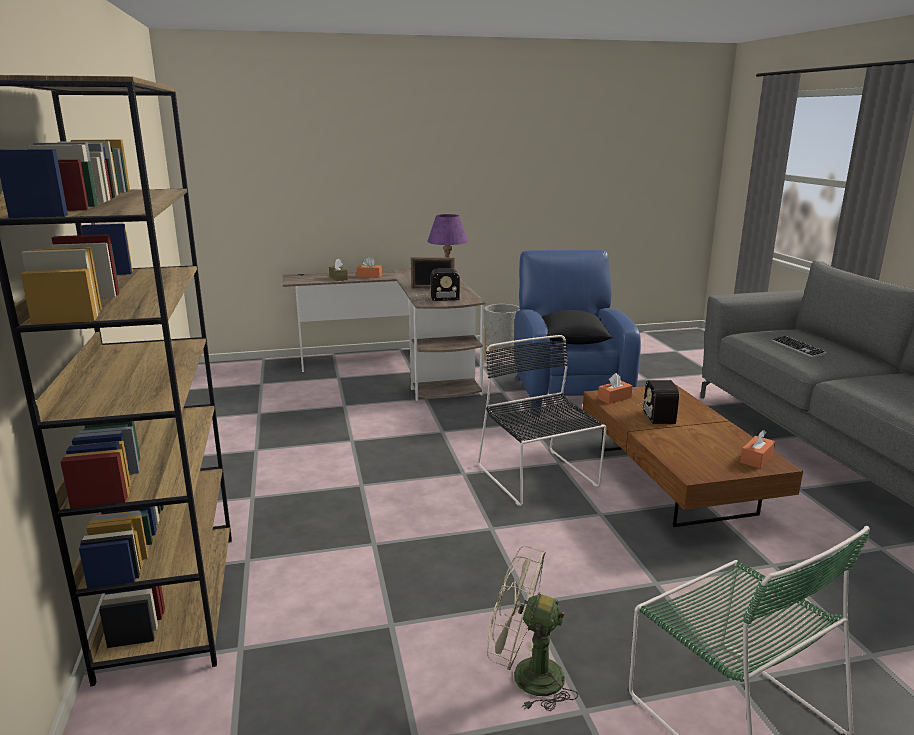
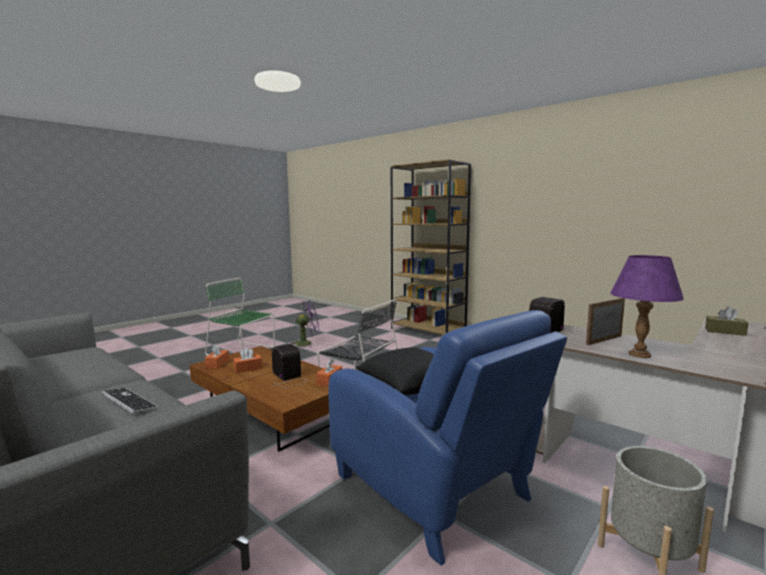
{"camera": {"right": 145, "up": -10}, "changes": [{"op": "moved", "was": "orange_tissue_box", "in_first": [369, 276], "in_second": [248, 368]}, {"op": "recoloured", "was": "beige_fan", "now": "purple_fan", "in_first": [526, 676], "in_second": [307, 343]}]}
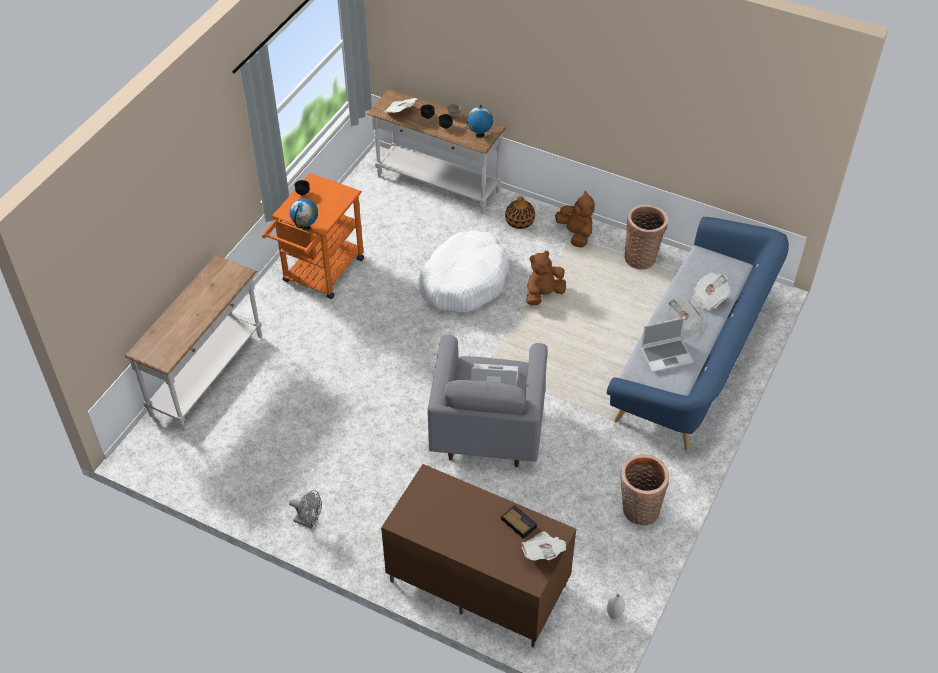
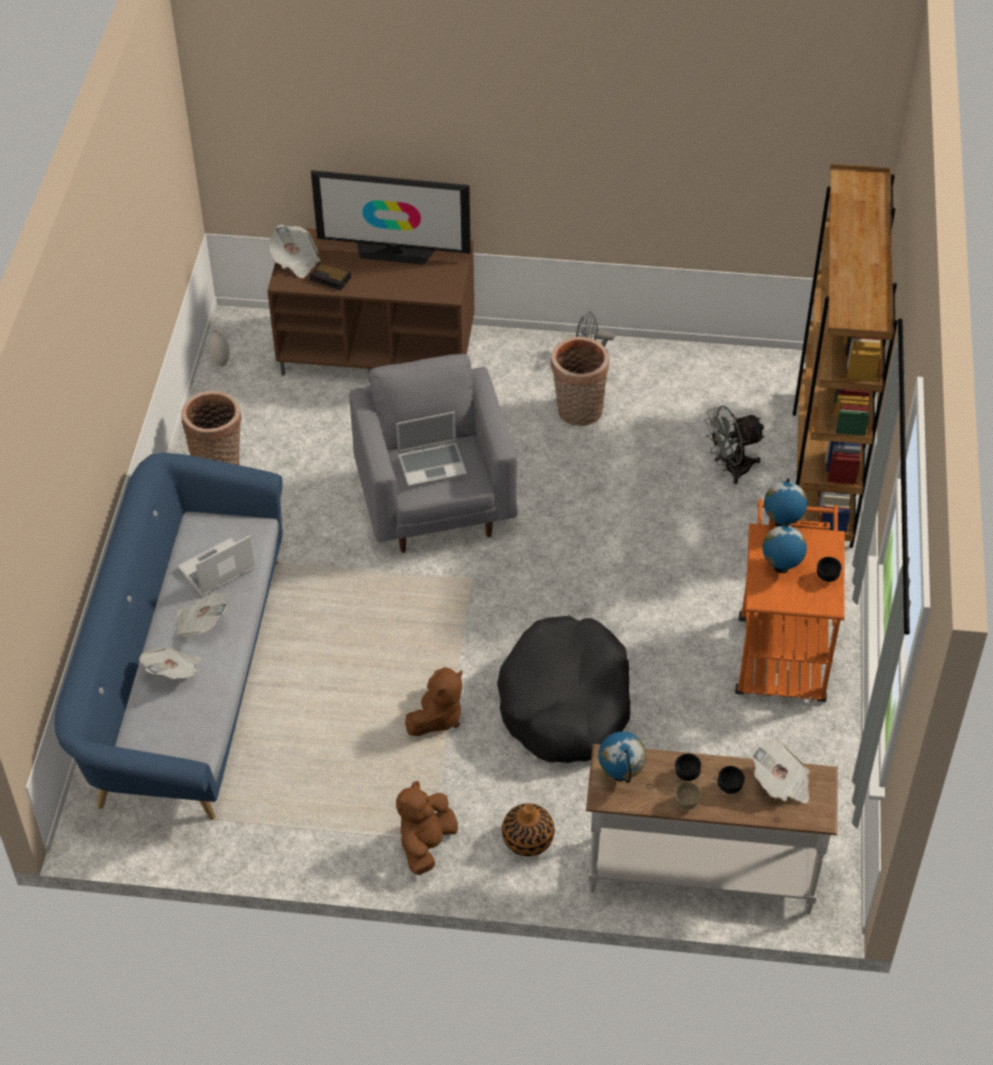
{"camera": {"right": 160, "up": 0}, "changes": [{"op": "added", "now": "television", "in_second": [394, 252]}, {"op": "turned", "was": "brown_plush_toy", "in_first": [576, 234], "in_second": [426, 844], "clockwise": 75}, {"op": "recoloured", "was": "white_dog_bed", "now": "black_dog_bed", "in_first": [464, 281], "in_second": [566, 703]}, {"op": "moved", "was": "basket", "in_first": [641, 257], "in_second": [578, 413]}, {"op": "added", "now": "grey_fan", "in_second": [730, 469]}, {"op": "added", "now": "globe", "in_second": [781, 568]}, {"op": "replaced", "was": "white_console_table", "now": "brown_bookcase", "in_first": [208, 376], "in_second": [822, 470]}]}
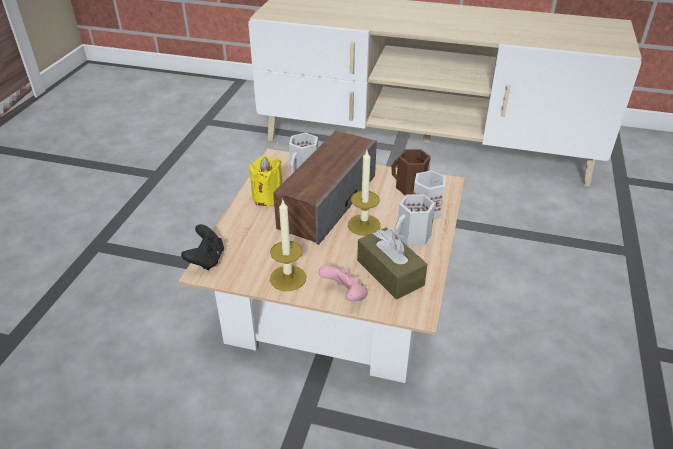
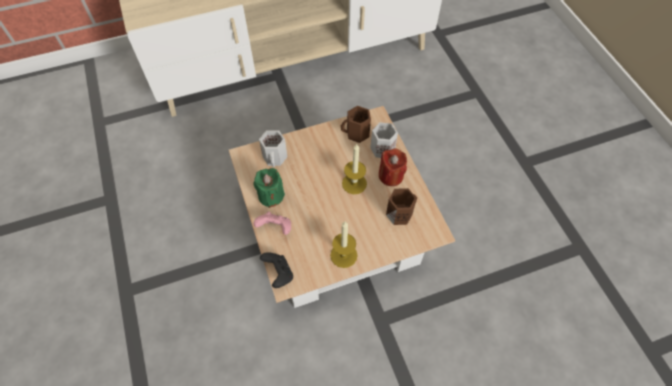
{"camera": {"right": -35, "up": 20}, "changes": [{"op": "recoloured", "was": "yellow_candle", "now": "green_candle", "in_first": [268, 197], "in_second": [271, 196]}, {"op": "moved", "was": "pink_game_controller", "in_first": [345, 295], "in_second": [275, 228]}, {"op": "replaced", "was": "white_mug", "now": "red_candle", "in_first": [413, 237], "in_second": [391, 176]}, {"op": "replaced", "was": "brown_tissue_box", "now": "brown_mug", "in_first": [390, 273], "in_second": [399, 213]}, {"op": "removed", "was": "speaker", "in_first": [327, 201]}]}
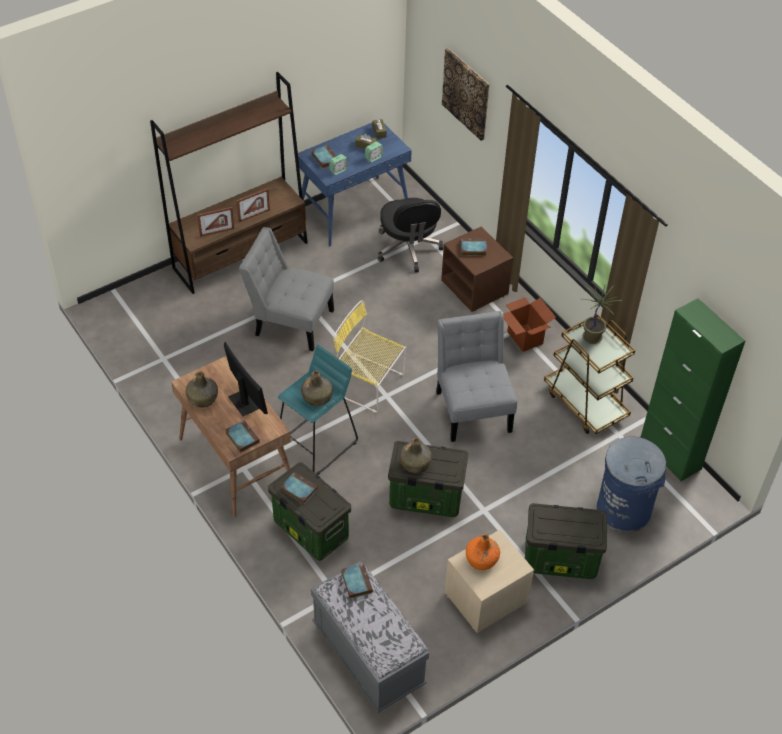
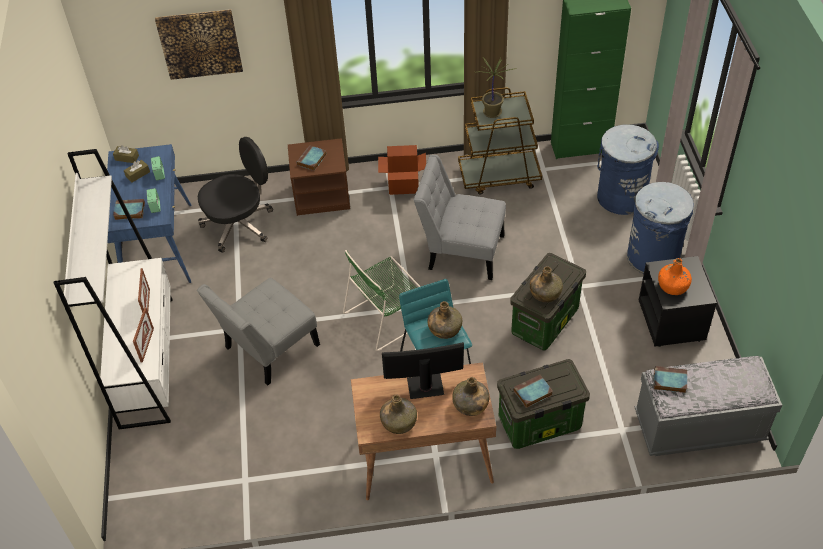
{"camera": {"right": -60, "up": 0}, "changes": [{"op": "recoloured", "was": "brown_bookcase", "now": "white_bookcase", "in_first": [241, 255], "in_second": [147, 360]}, {"op": "turned", "was": "black_office_chair", "in_first": [408, 249], "in_second": [239, 224], "clockwise": -45}, {"op": "recoloured", "was": "yellow_chair", "now": "green_chair", "in_first": [367, 384], "in_second": [387, 316]}, {"op": "replaced", "was": "book", "now": "green_bottle", "in_first": [242, 437], "in_second": [470, 405]}, {"op": "replaced", "was": "storage_box", "now": "blue_trash_can", "in_first": [559, 560], "in_second": [653, 257]}, {"op": "recoloured", "was": "beige_nightstand", "now": "black_nightstand", "in_first": [485, 599], "in_second": [672, 320]}]}
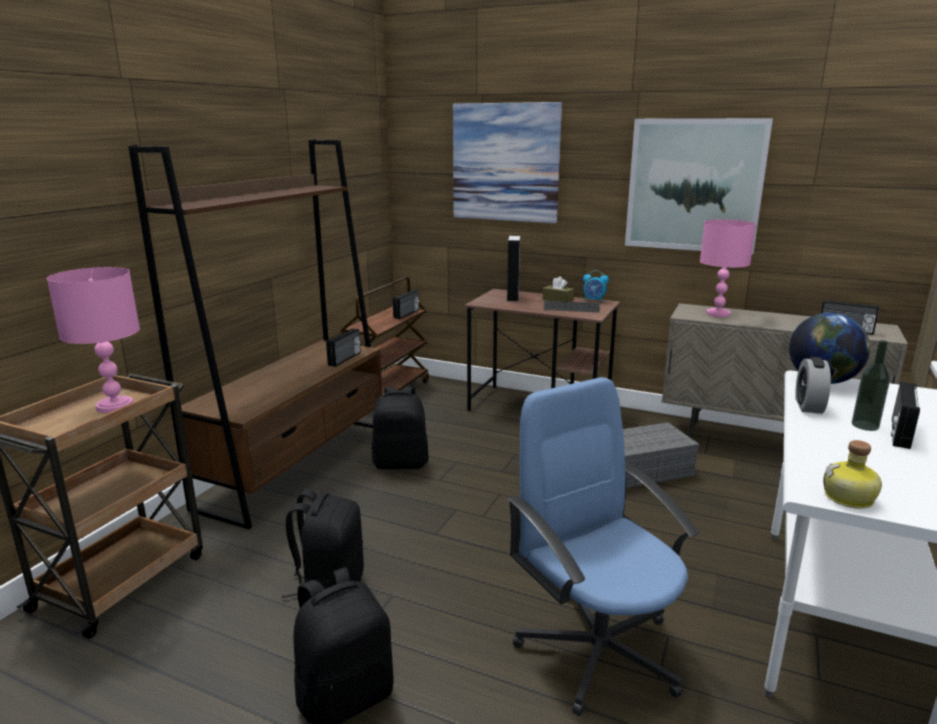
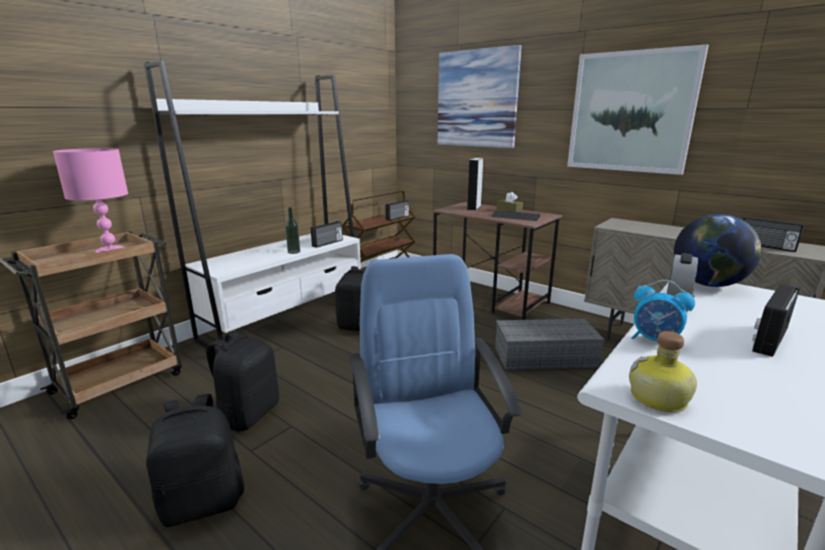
{"camera": {"right": 15, "up": 0}, "changes": [{"op": "recoloured", "was": "brown_bookcase", "now": "white_bookcase", "in_first": [297, 464], "in_second": [286, 319]}, {"op": "moved", "was": "bottle", "in_first": [865, 425], "in_second": [294, 252]}, {"op": "moved", "was": "alarm_clock", "in_first": [594, 300], "in_second": [655, 341]}, {"op": "removed", "was": "pink_table_lamp", "in_first": [718, 314]}]}
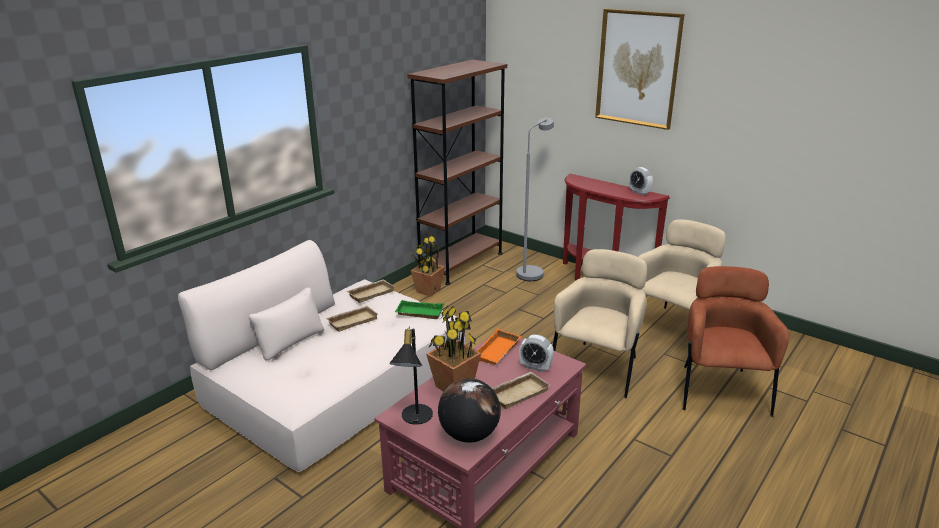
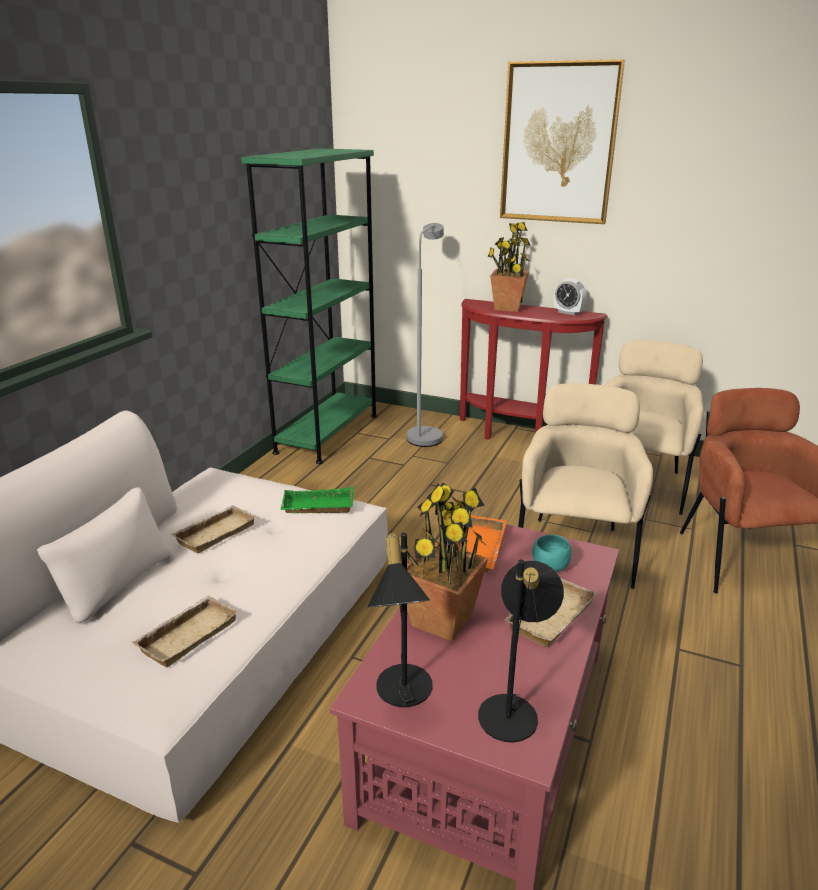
{"camera": {"right": -15, "up": 0}, "changes": [{"op": "moved", "was": "beige_tray", "in_first": [371, 293], "in_second": [188, 634]}, {"op": "recoloured", "was": "brown_bookcase", "now": "green_bookcase", "in_first": [461, 263], "in_second": [327, 433]}, {"op": "replaced", "was": "globe", "now": "black_table_lamp", "in_first": [468, 435], "in_second": [513, 710]}, {"op": "moved", "was": "potted_plant", "in_first": [428, 291], "in_second": [507, 308]}, {"op": "replaced", "was": "alarm_clock", "now": "turquoise_bowl", "in_first": [535, 367], "in_second": [550, 566]}]}
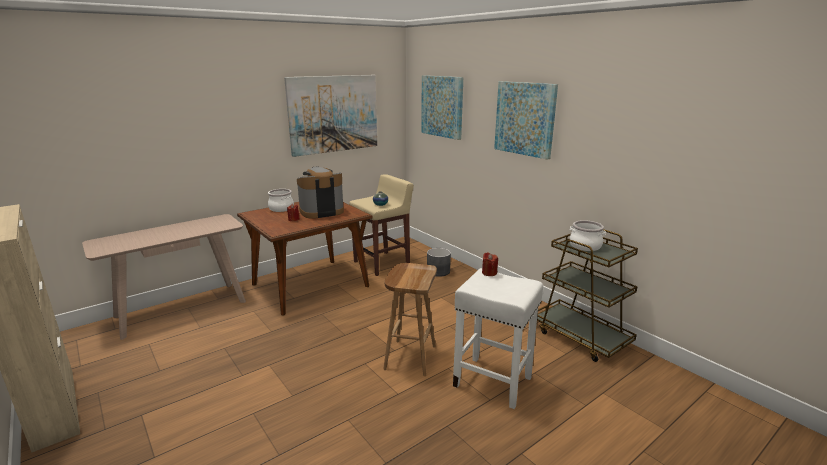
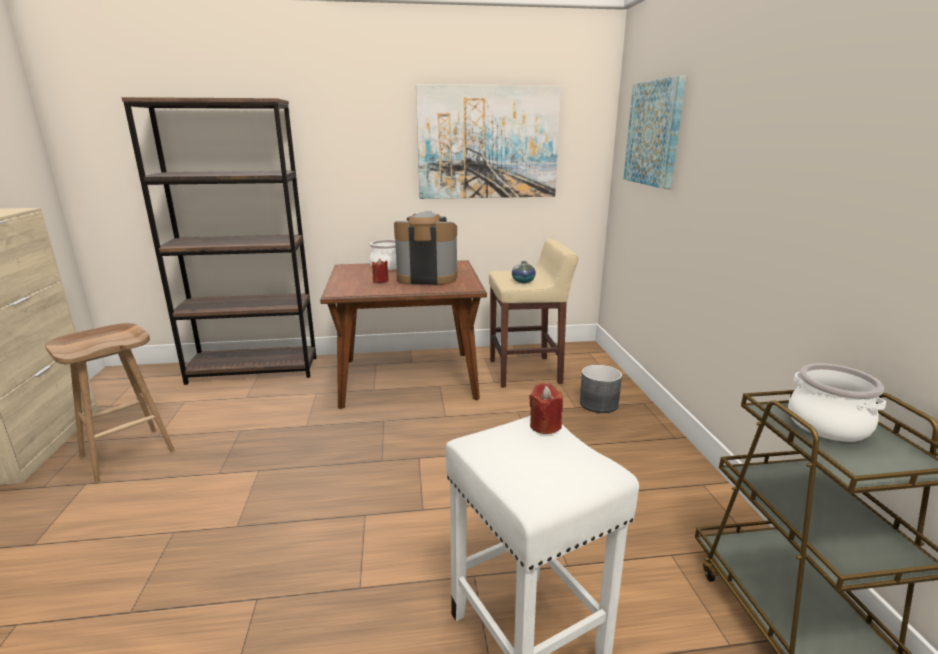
{"camera": {"right": 30, "up": 0}, "changes": [{"op": "moved", "was": "brown_stool", "in_first": [410, 357], "in_second": [128, 453]}, {"op": "replaced", "was": "beige_console_table", "now": "brown_bookcase", "in_first": [181, 309], "in_second": [254, 370]}, {"op": "removed", "was": "picture", "in_first": [525, 119]}]}
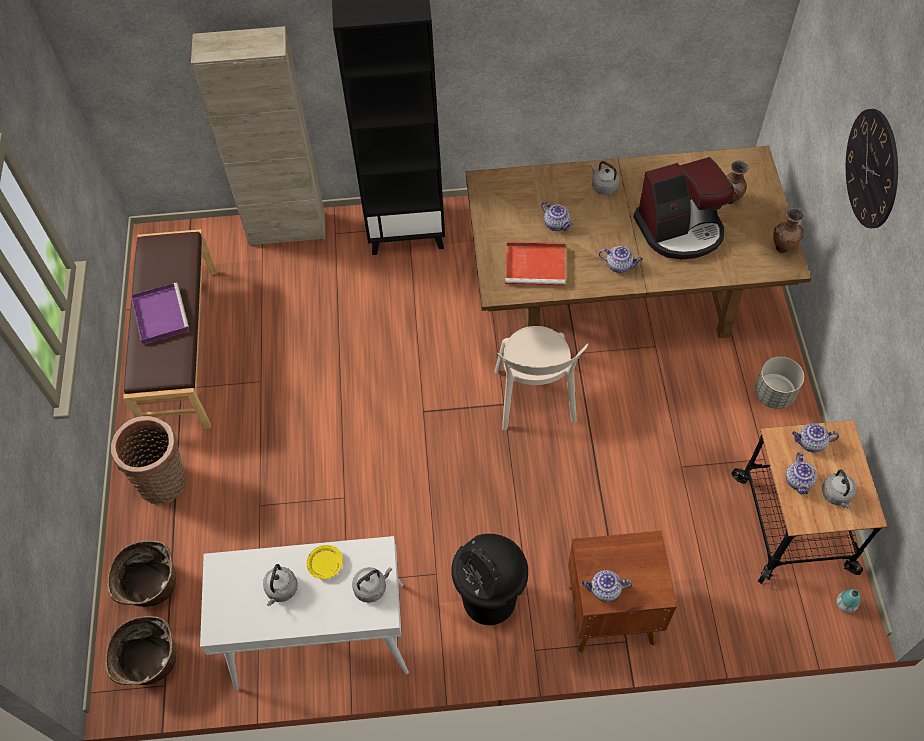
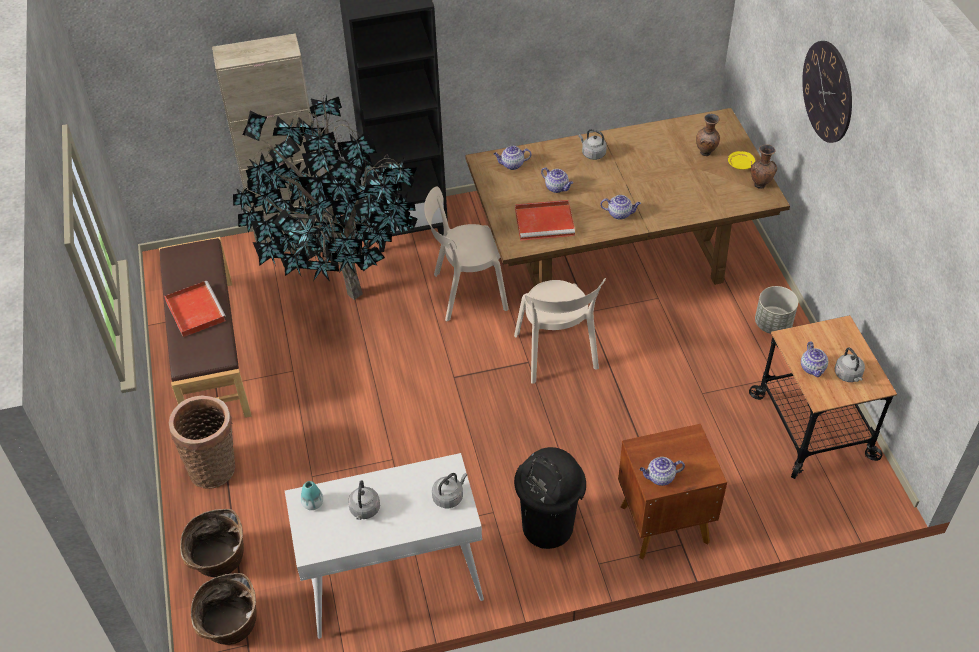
{"camera": {"right": -10, "up": -10}, "changes": [{"op": "recoloured", "was": "purple_tray", "now": "red_tray", "in_first": [159, 314], "in_second": [194, 310]}, {"op": "added", "now": "potted_plant", "in_second": [344, 303]}, {"op": "moved", "was": "vase", "in_first": [845, 604], "in_second": [313, 503]}, {"op": "added", "now": "beige_chair", "in_second": [466, 292]}, {"op": "moved", "was": "teapot", "in_first": [810, 443], "in_second": [512, 165]}, {"op": "moved", "was": "yellow_plate", "in_first": [325, 564], "in_second": [740, 164]}, {"op": "removed", "was": "coffee_machine", "in_first": [680, 230]}]}
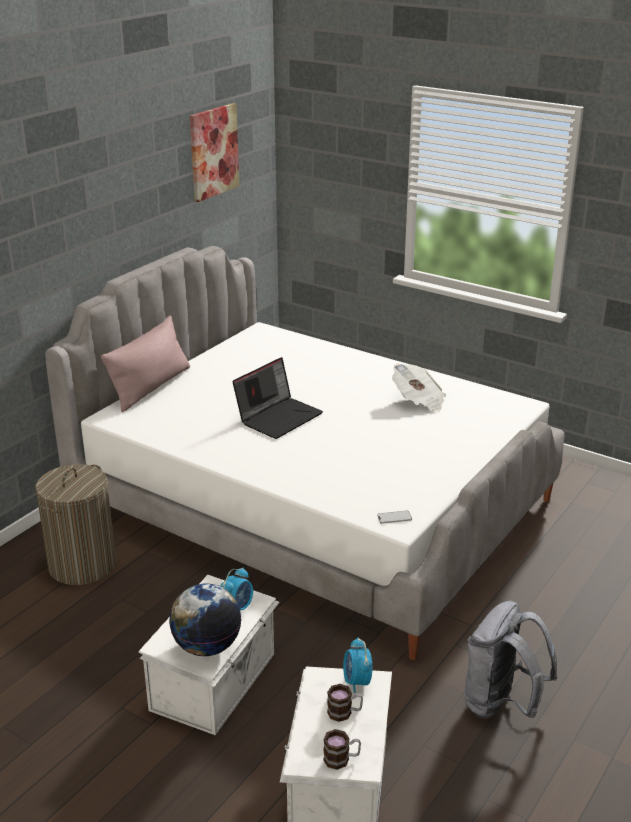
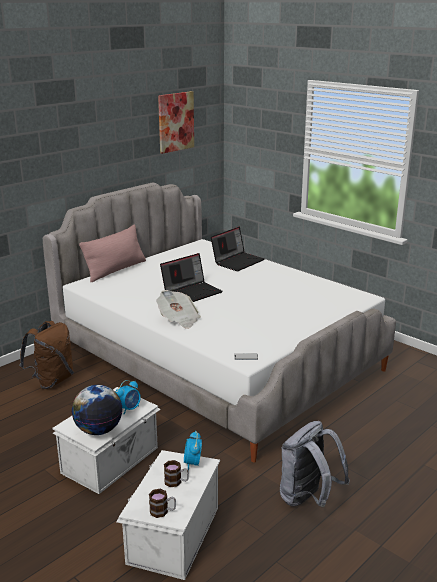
{"camera": {"right": 10, "up": -5}, "changes": [{"op": "replaced", "was": "laundry_basket", "now": "brown_backpack", "in_first": [82, 565], "in_second": [52, 380]}, {"op": "moved", "was": "newspaper", "in_first": [419, 401], "in_second": [178, 319]}, {"op": "added", "now": "laptop", "in_second": [238, 261]}]}
